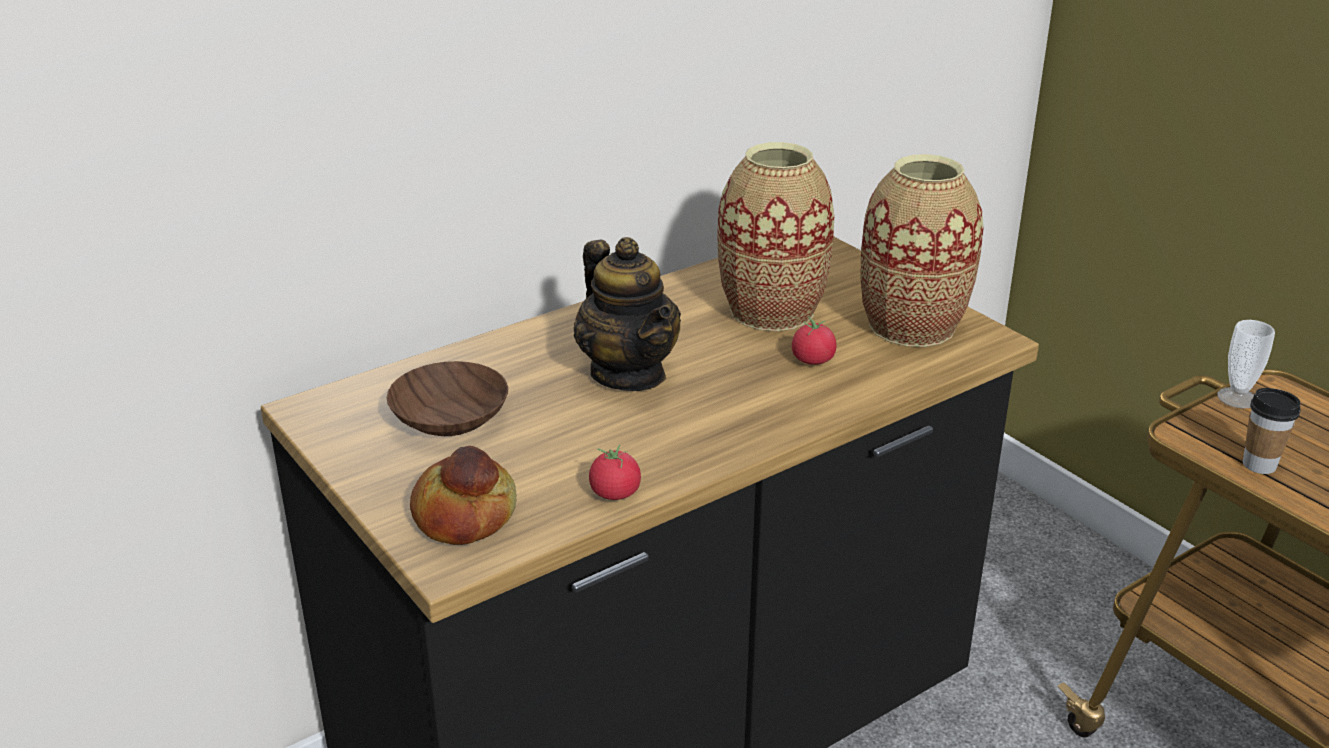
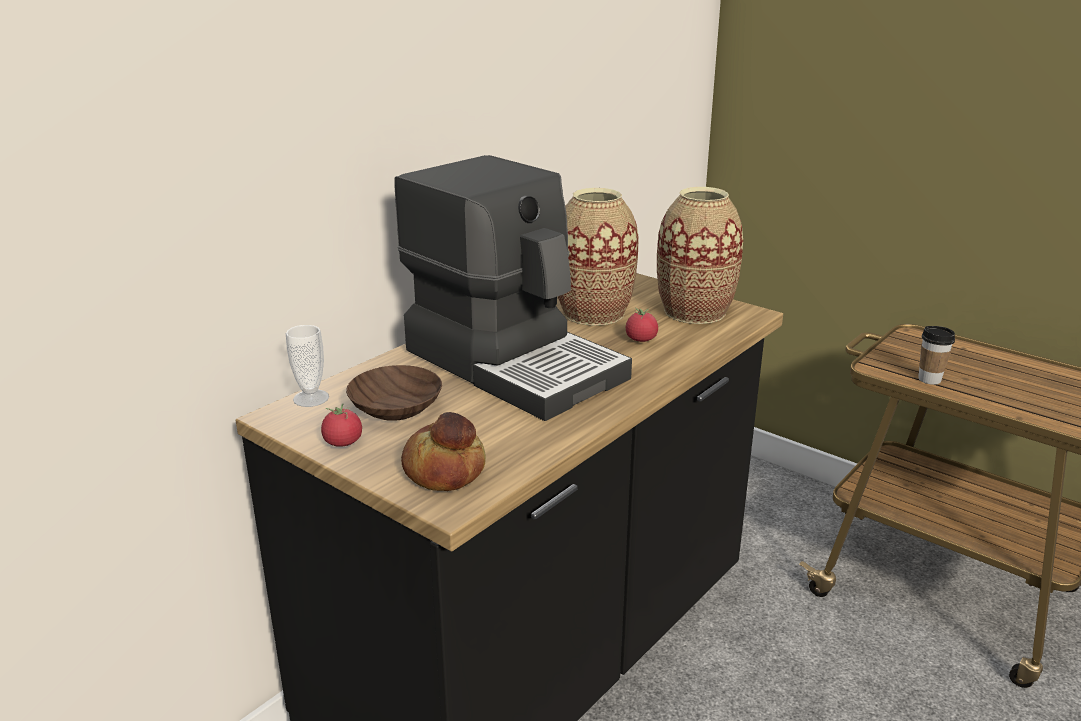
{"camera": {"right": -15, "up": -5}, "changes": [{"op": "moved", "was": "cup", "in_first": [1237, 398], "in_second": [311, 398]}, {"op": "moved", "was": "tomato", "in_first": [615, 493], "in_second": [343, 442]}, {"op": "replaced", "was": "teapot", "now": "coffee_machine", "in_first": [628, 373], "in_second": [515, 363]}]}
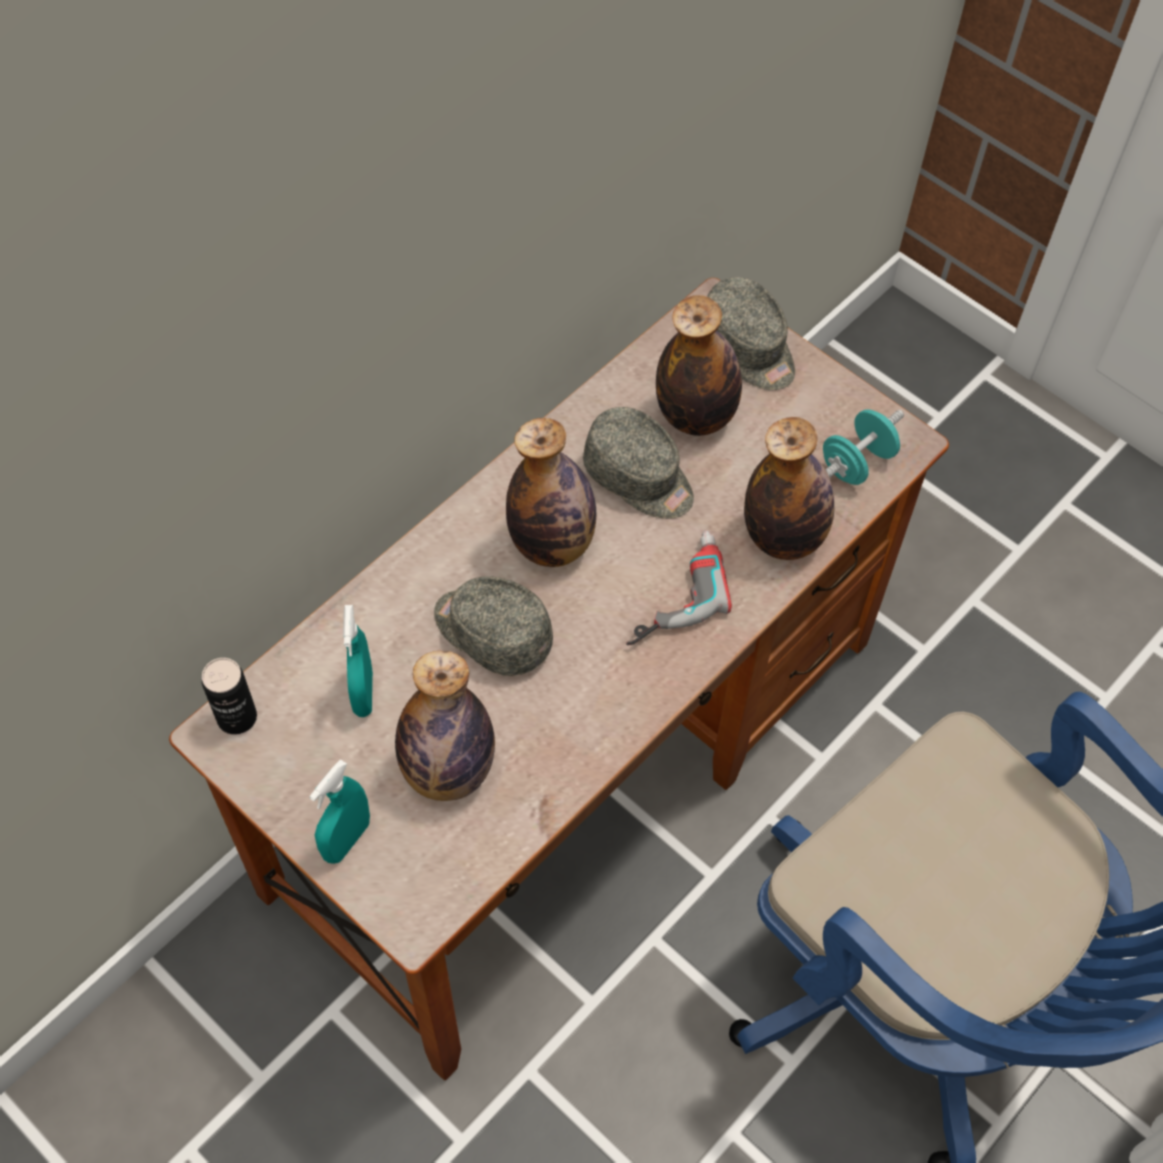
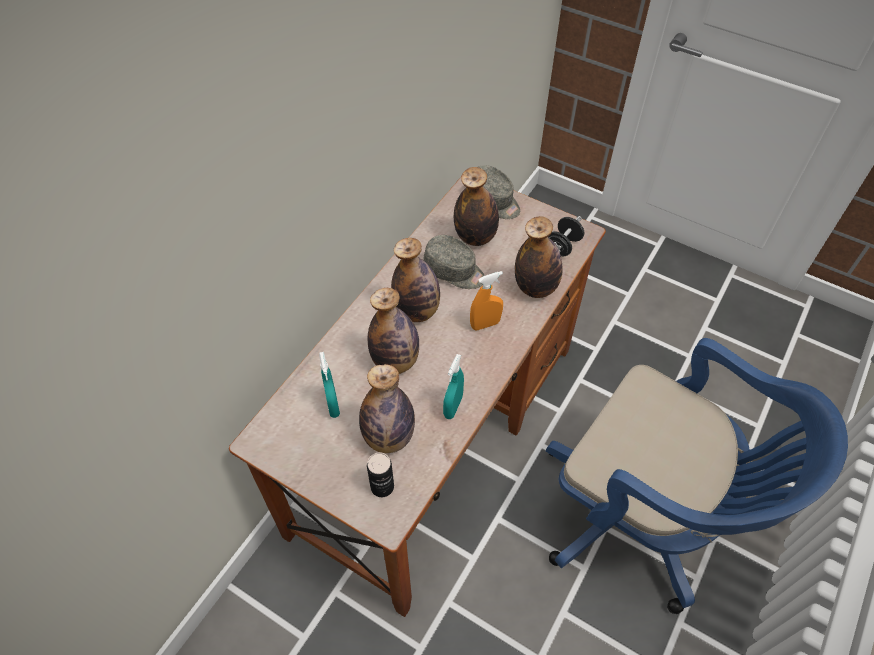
{"camera": {"right": -10, "up": -5}, "changes": [{"op": "moved", "was": "can", "in_first": [237, 717], "in_second": [382, 486]}, {"op": "replaced", "was": "grey_cap", "now": "bottle", "in_first": [491, 633], "in_second": [395, 361]}, {"op": "moved", "was": "turquoise_spray_bottle", "in_first": [347, 840], "in_second": [453, 407]}, {"op": "replaced", "was": "power_drill", "now": "orange_spray_bottle", "in_first": [671, 592], "in_second": [485, 324]}, {"op": "recoloured", "was": "turquoise_dumbbell", "now": "black_dumbbell", "in_first": [856, 463], "in_second": [562, 246]}]}
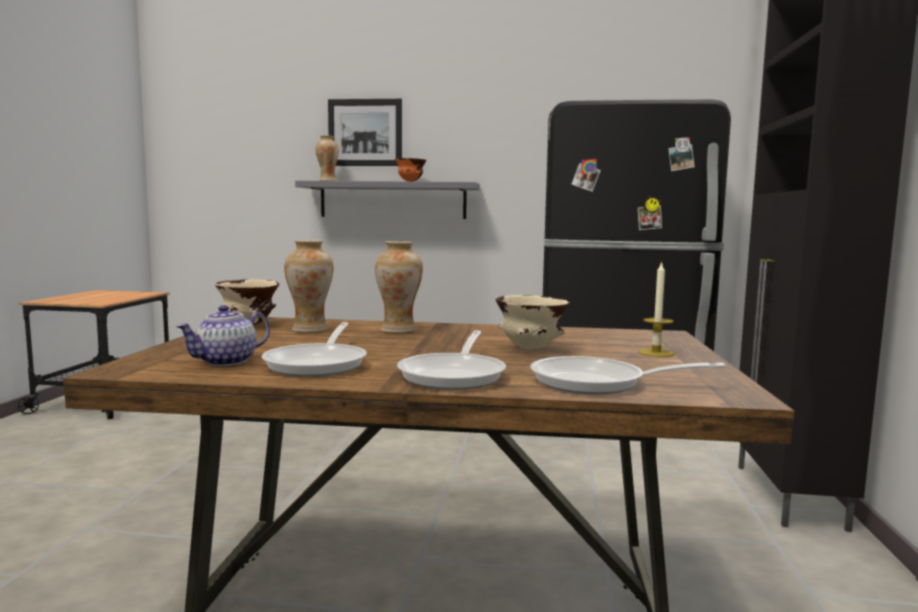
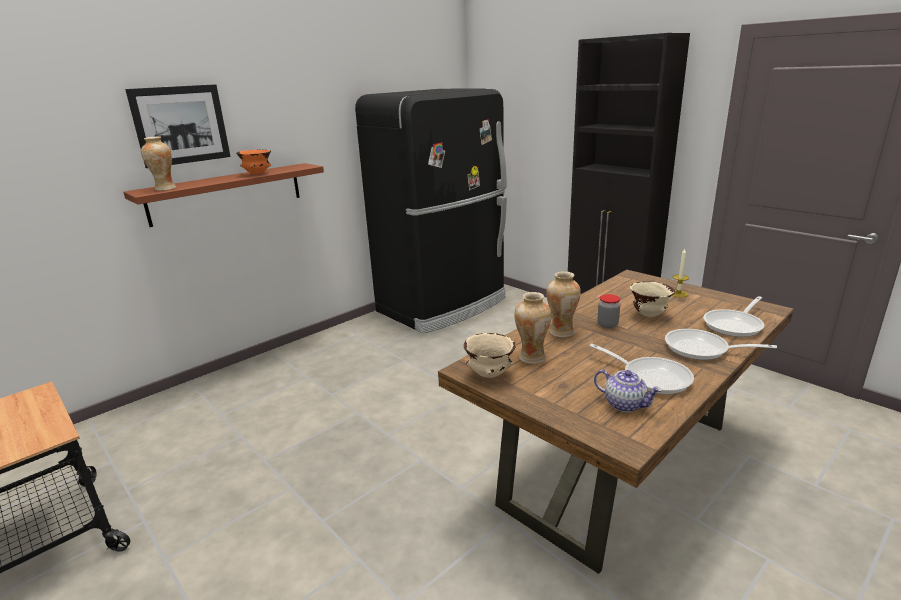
{"camera": {"right": -50, "up": 15}, "changes": [{"op": "recoloured", "was": "grey_shelf", "now": "brown_shelf", "in_first": [392, 200], "in_second": [227, 193]}, {"op": "turned", "was": "teapot", "in_first": [226, 361], "in_second": [625, 404], "clockwise": -45}, {"op": "added", "now": "jar", "in_second": [607, 325]}, {"op": "turned", "was": "frying_pan", "in_first": [455, 375], "in_second": [702, 349], "clockwise": 150}]}
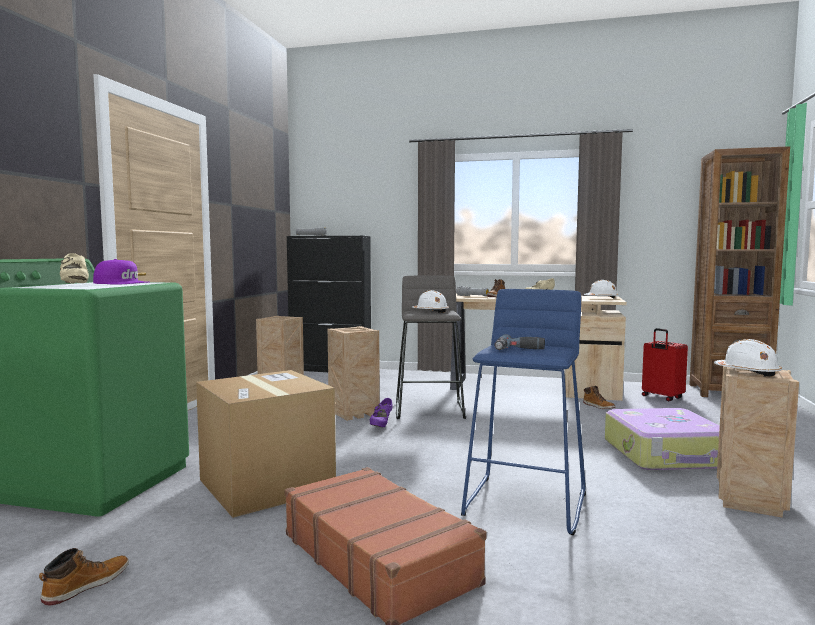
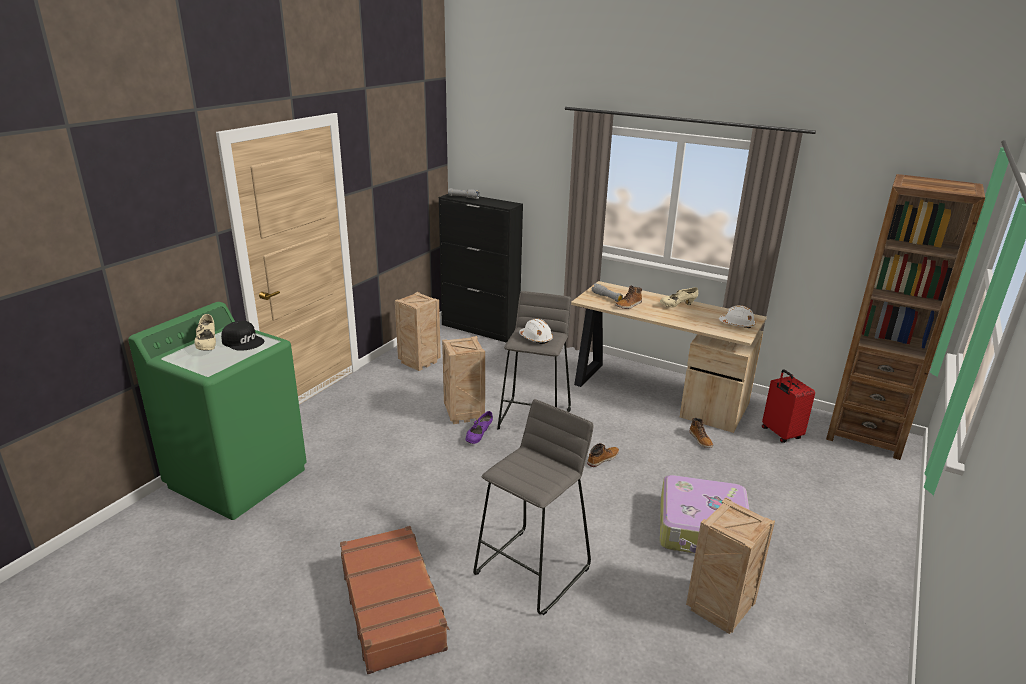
{"camera": {"right": 15, "up": 20}, "changes": [{"op": "recoloured", "was": "purple_cap", "now": "black_cap", "in_first": [122, 283], "in_second": [243, 341]}, {"op": "recoloured", "was": "blue_stool", "now": "grey_stool", "in_first": [526, 504], "in_second": [532, 570]}, {"op": "moved", "was": "boot", "in_first": [86, 585], "in_second": [602, 459]}, {"op": "removed", "was": "cardboard_box", "in_first": [266, 485]}, {"op": "removed", "was": "power_drill", "in_first": [519, 349]}, {"op": "removed", "was": "white_hard_hat", "in_first": [747, 372]}]}
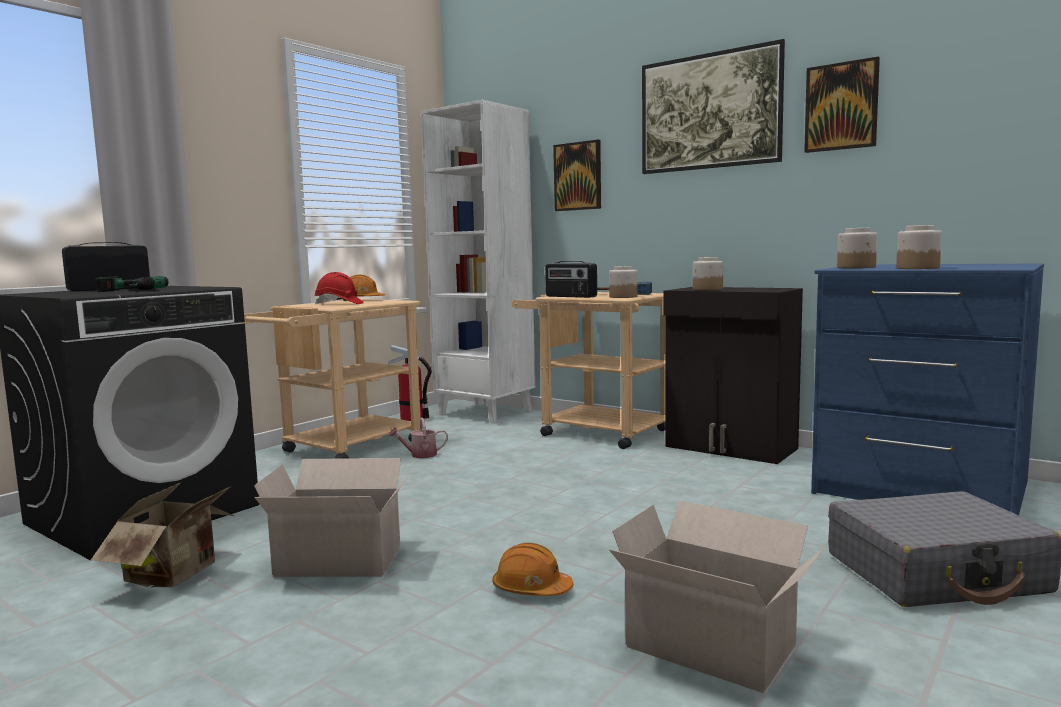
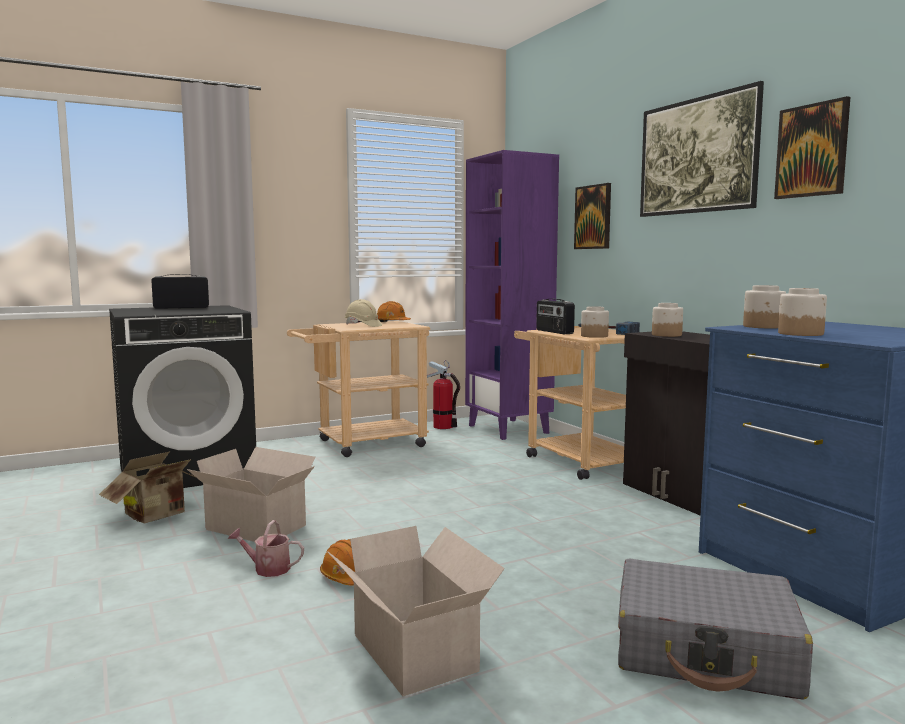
{"camera": {"right": 25, "up": 0}, "changes": [{"op": "moved", "was": "watering_can", "in_first": [419, 455], "in_second": [267, 569]}, {"op": "recoloured", "was": "red_hard_hat", "now": "beige_hard_hat", "in_first": [339, 304], "in_second": [363, 326]}, {"op": "recoloured", "was": "white_bookcase", "now": "purple_bookcase", "in_first": [486, 413], "in_second": [509, 429]}, {"op": "removed", "was": "power_drill", "in_first": [124, 291]}]}
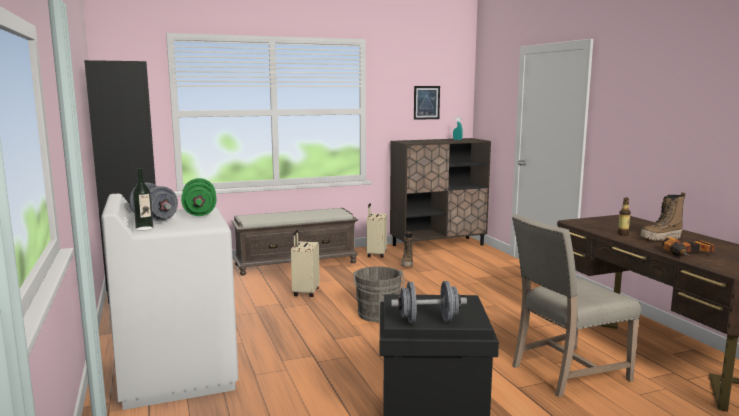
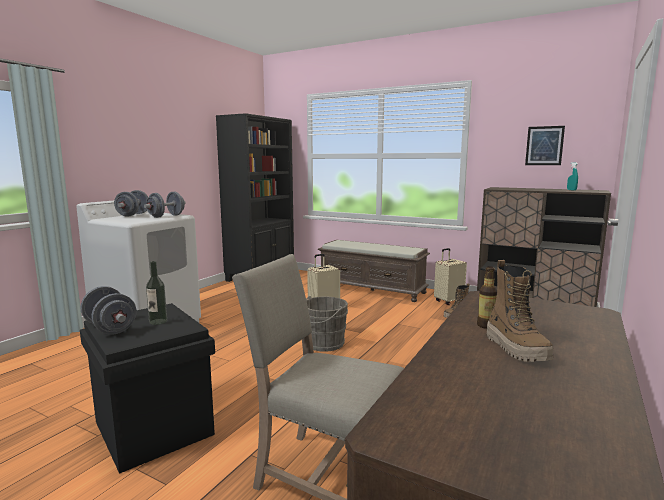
{"camera": {"right": 50, "up": 0}, "changes": [{"op": "recoloured", "was": "green_dumbbell", "now": "grey_dumbbell", "in_first": [200, 212], "in_second": [166, 216]}, {"op": "moved", "was": "bottle", "in_first": [144, 228], "in_second": [158, 321]}, {"op": "turned", "was": "boot", "in_first": [660, 238], "in_second": [516, 349], "clockwise": -135}, {"op": "removed", "was": "power_drill", "in_first": [689, 254]}]}
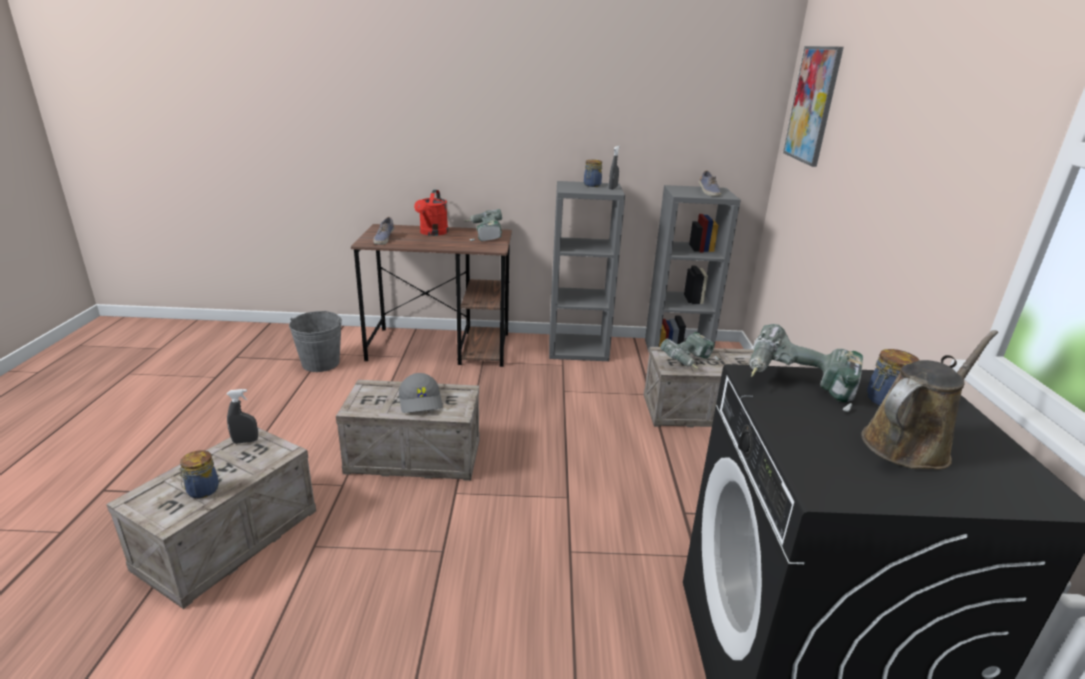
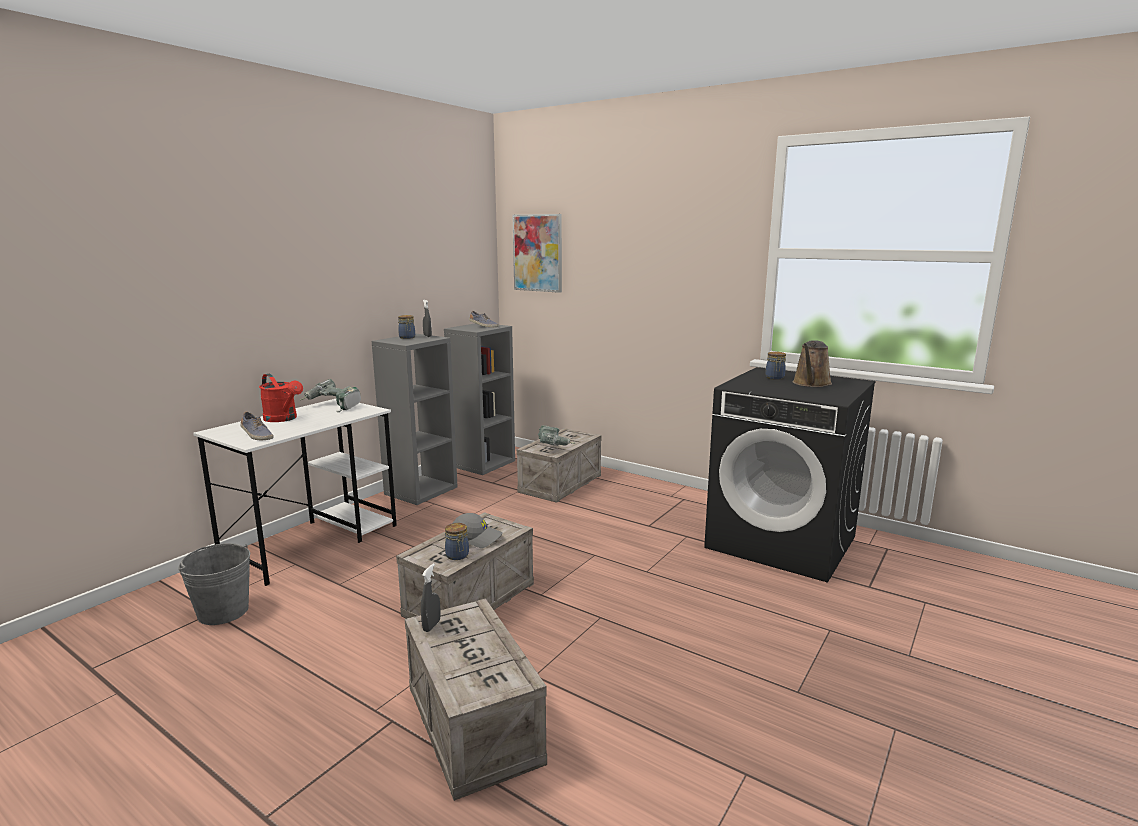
{"camera": {"right": -55, "up": -10}, "changes": [{"op": "recoloured", "was": "brown_desk", "now": "white_desk", "in_first": [441, 347], "in_second": [313, 541]}, {"op": "moved", "was": "jar", "in_first": [202, 491], "in_second": [457, 556]}, {"op": "turned", "was": "brown_watering_can", "in_first": [910, 443], "in_second": [811, 384], "clockwise": -150}, {"op": "removed", "was": "power_drill", "in_first": [798, 386]}]}
